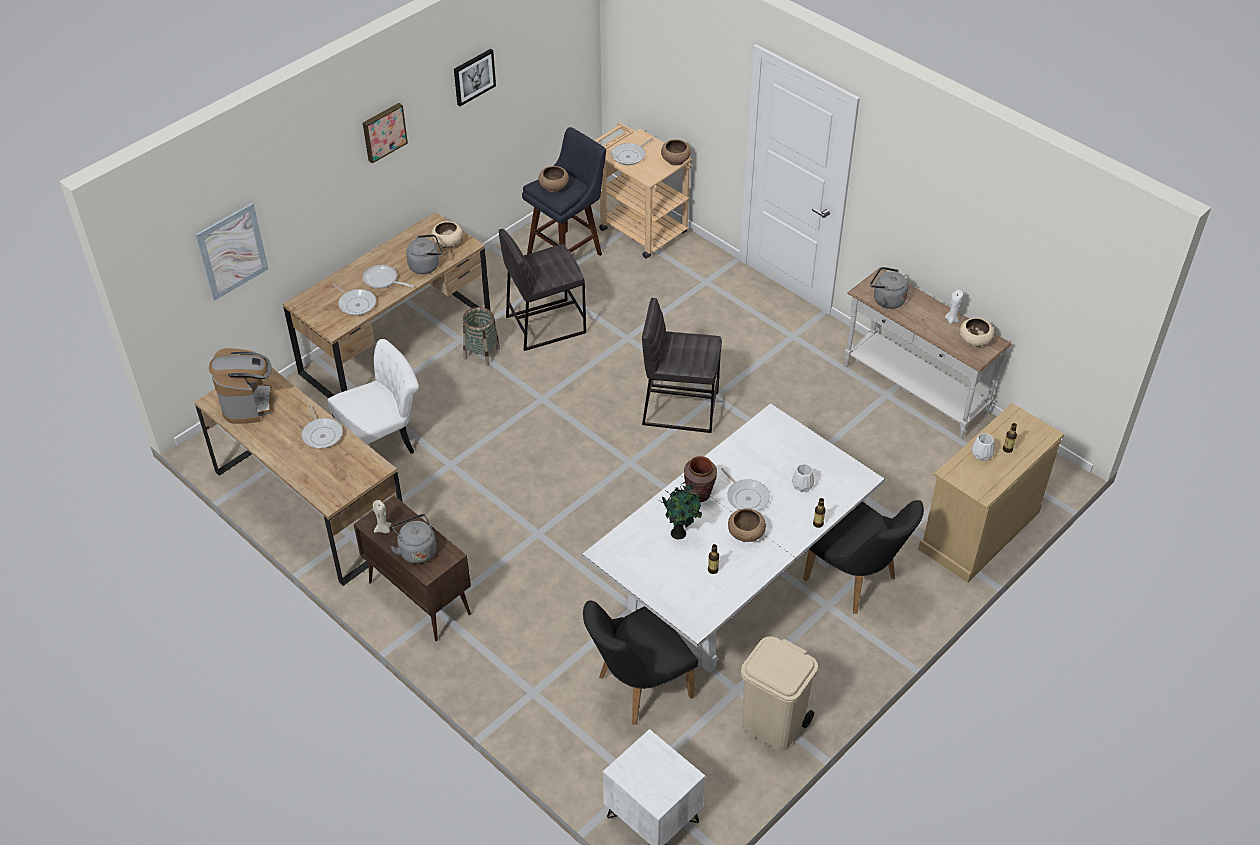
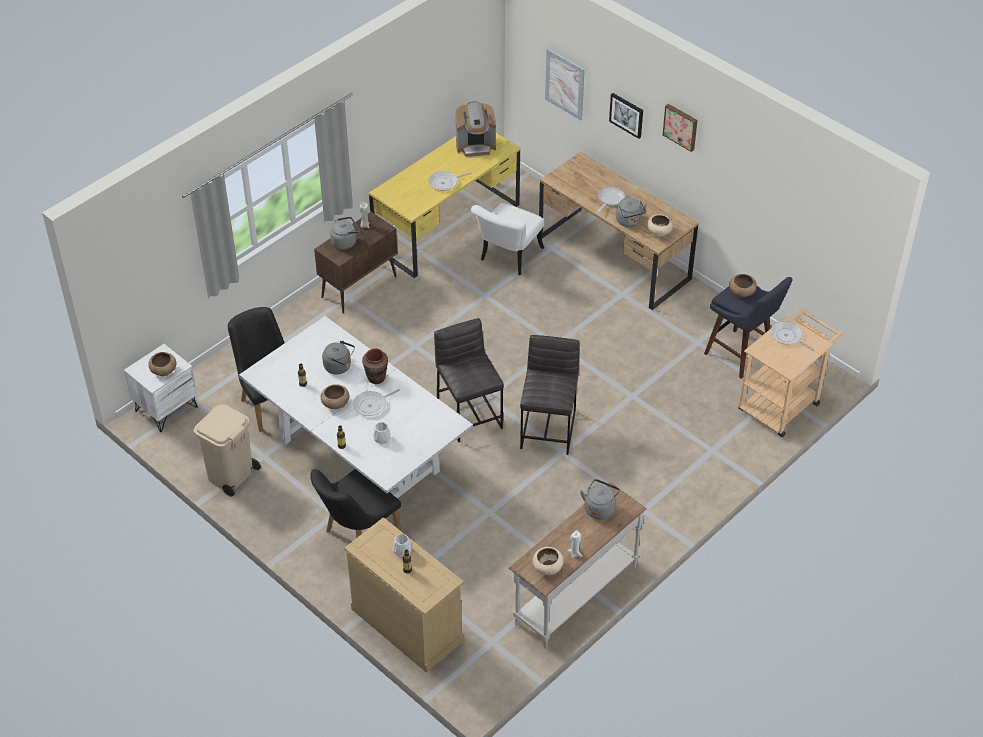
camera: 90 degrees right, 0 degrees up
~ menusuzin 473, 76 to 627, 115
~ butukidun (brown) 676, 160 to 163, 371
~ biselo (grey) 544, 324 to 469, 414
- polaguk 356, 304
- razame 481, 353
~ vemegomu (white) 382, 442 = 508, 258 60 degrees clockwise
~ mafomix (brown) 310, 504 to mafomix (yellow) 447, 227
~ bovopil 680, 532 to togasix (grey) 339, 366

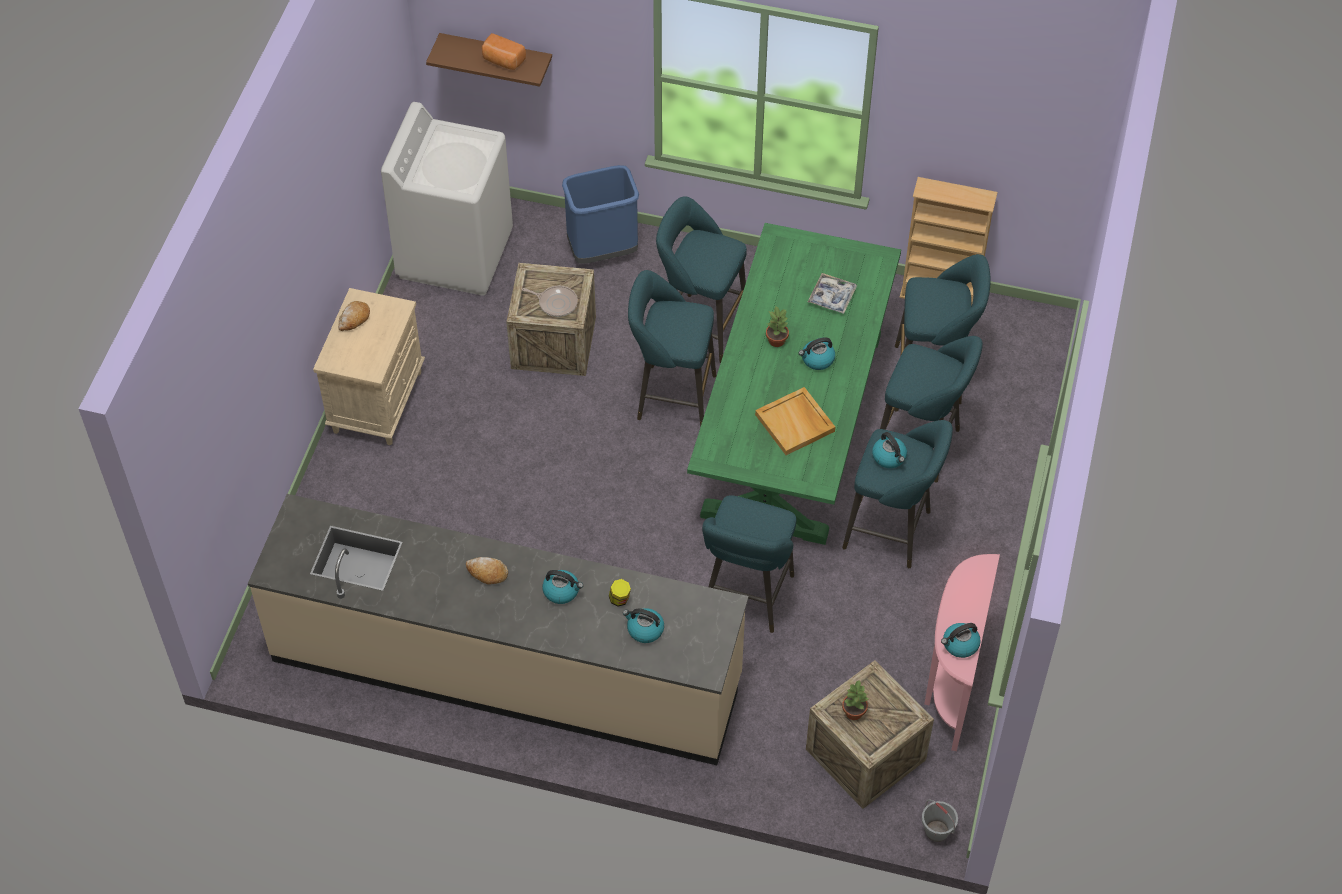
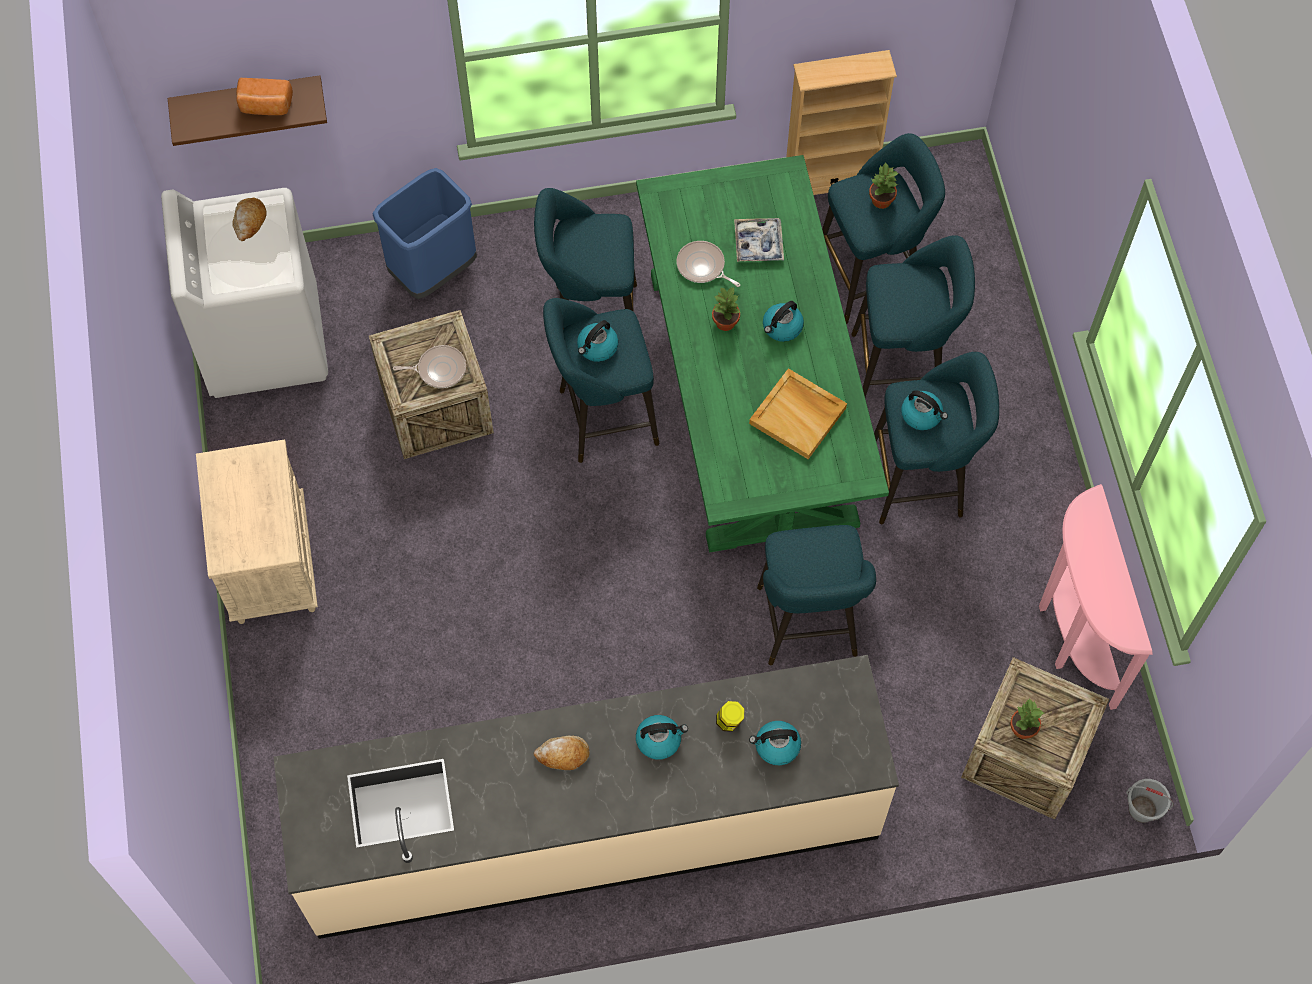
camera: 25 degrees left, 10 degrees up
~ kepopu 354, 319 to 249, 222
~ togasix 960, 645 to 597, 347
+ bovopil 881, 201
+ polaguk 702, 267

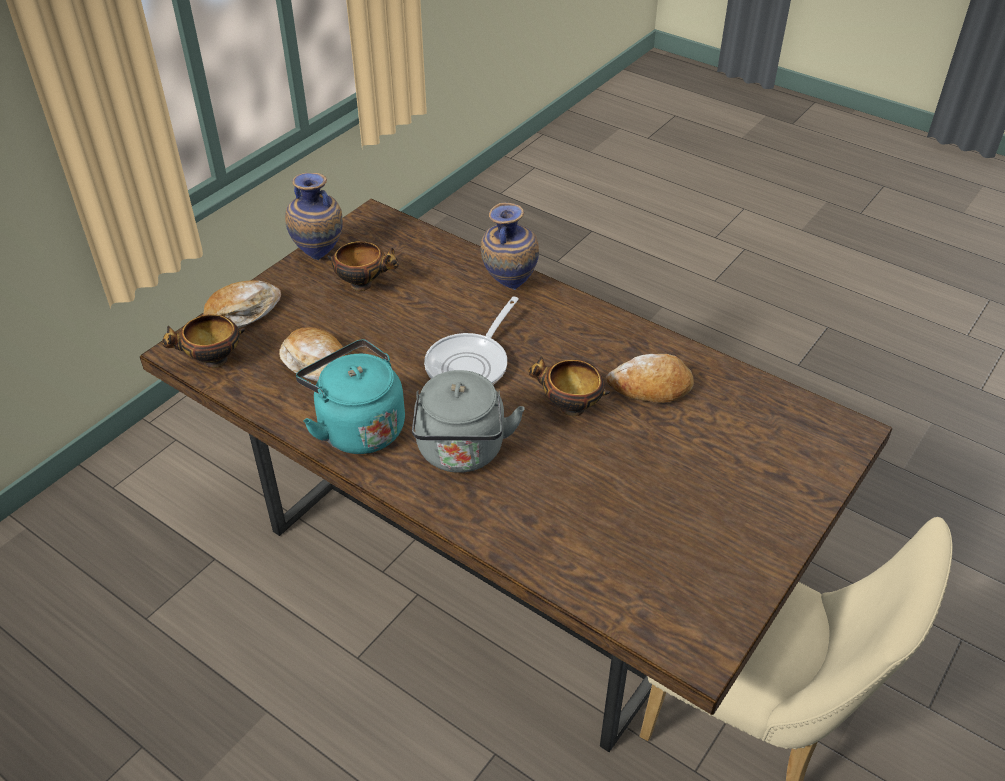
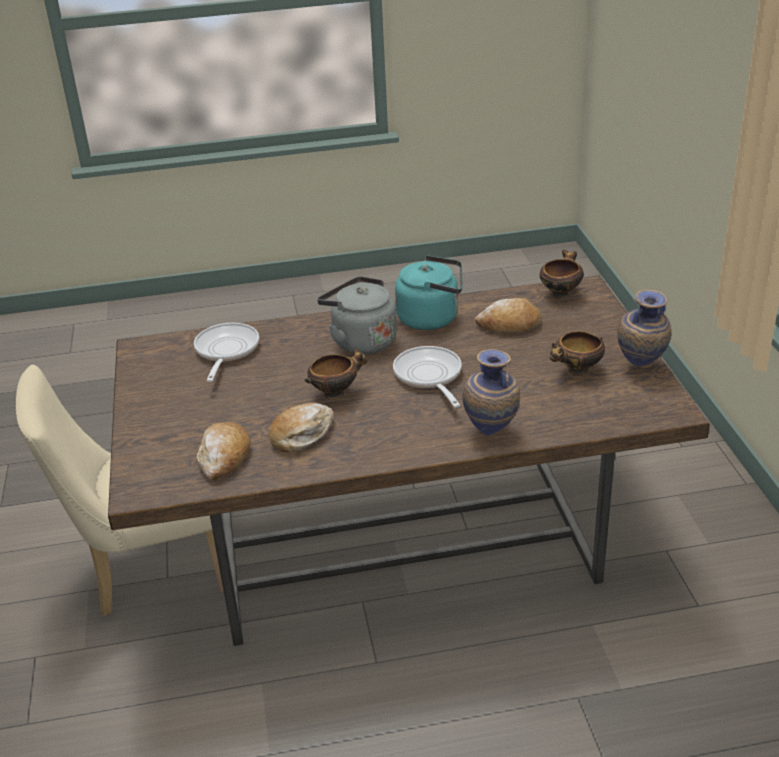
camera: 135 degrees right, 10 degrees down
~ kepopu 242, 313 to 224, 457
+ polaguk 225, 351

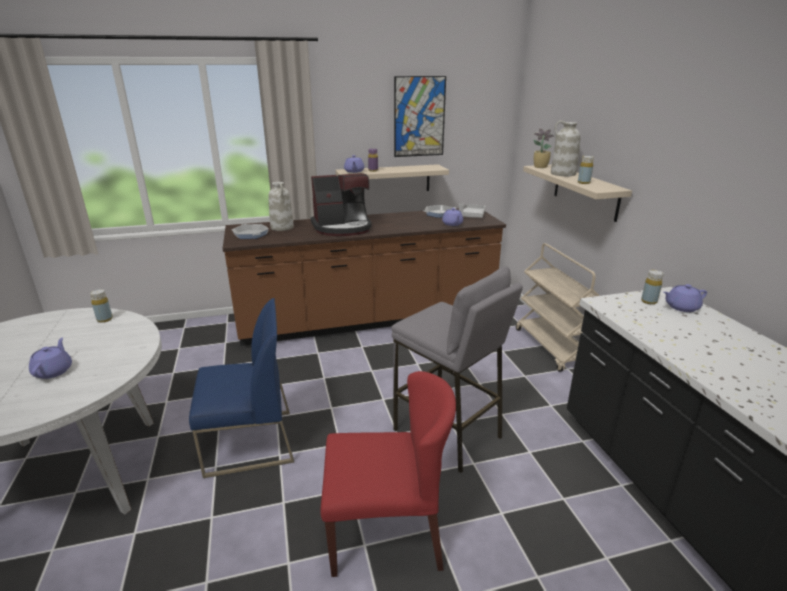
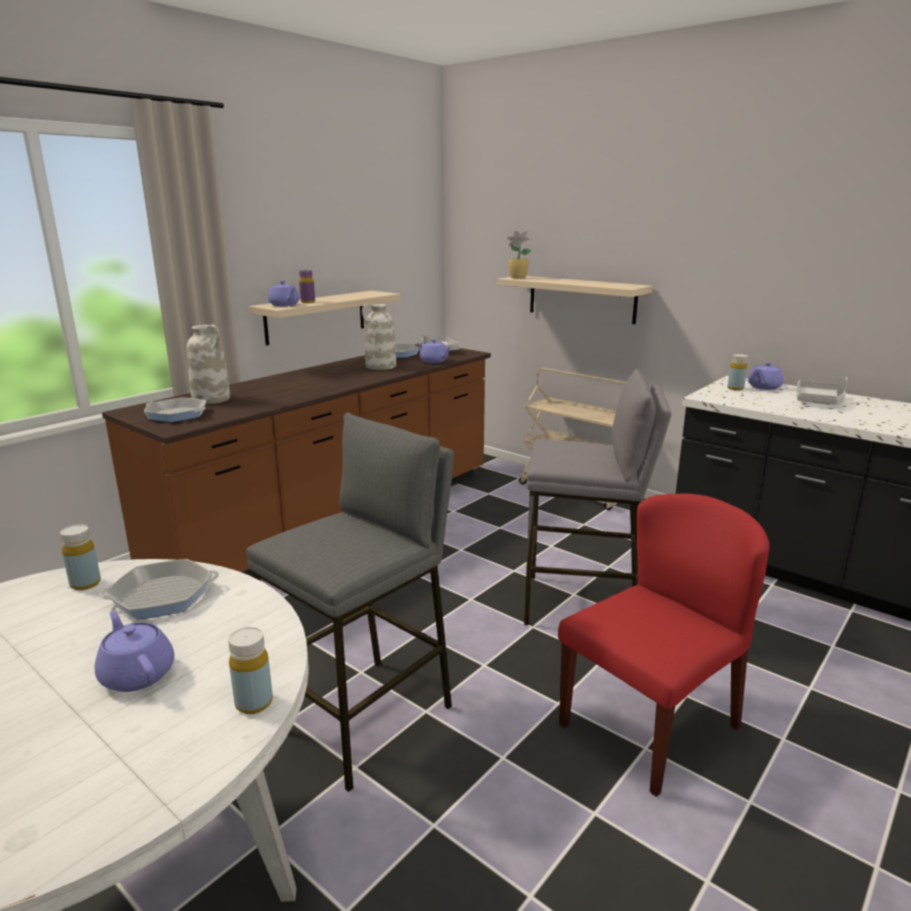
camera: 35 degrees left, 5 degrees down
- menusuzin 419, 117
~ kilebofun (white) 562, 174 to 380, 366
~ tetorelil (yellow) 583, 183 to 254, 703
- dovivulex 342, 228
~ vemegomu (blue) 249, 443 to biselo (grey) 365, 718
+ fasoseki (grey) 819, 401
+ polaguk 162, 596

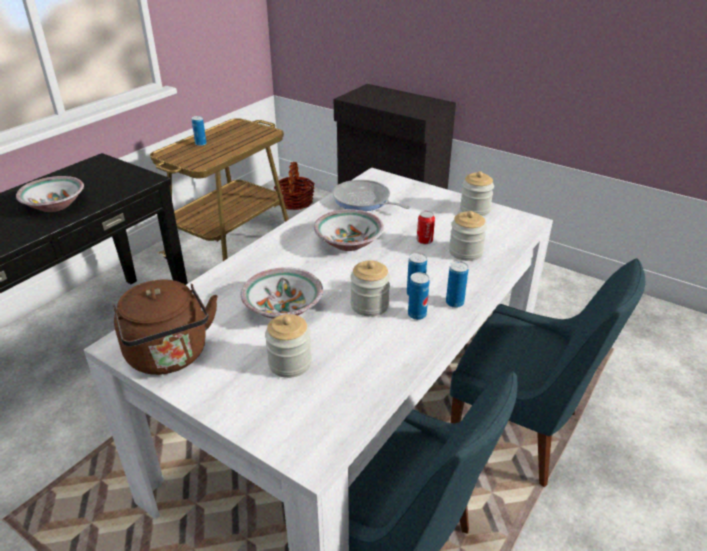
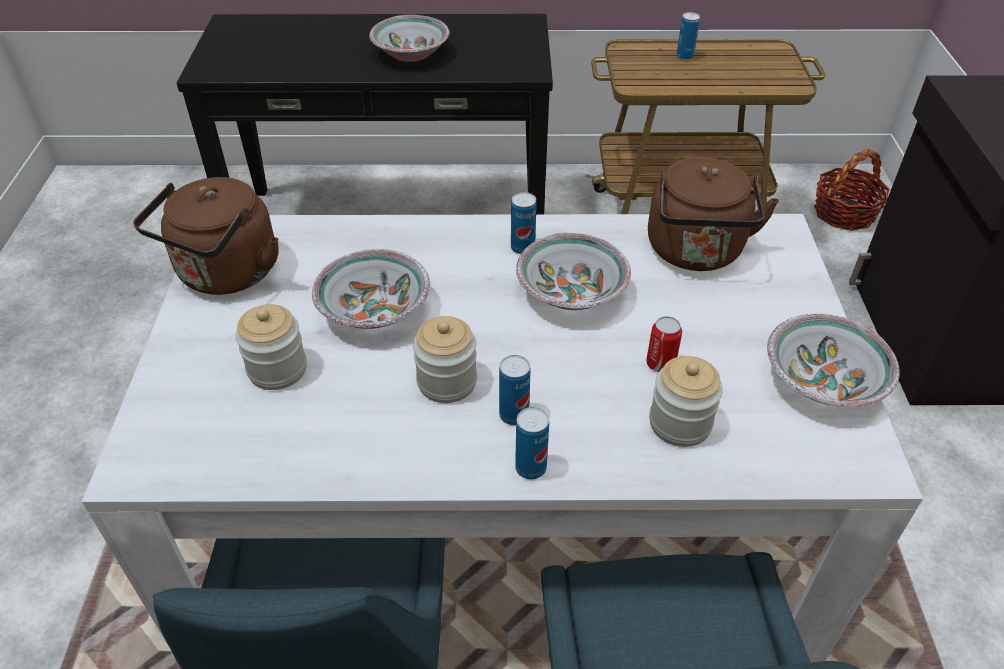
camera: 55 degrees right, 10 degrees up
~ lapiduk 475, 209 to butukidun 823, 380
~ polaguk 364, 201 to togasix (brown) 696, 253
~ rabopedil 417, 315 to 522, 248

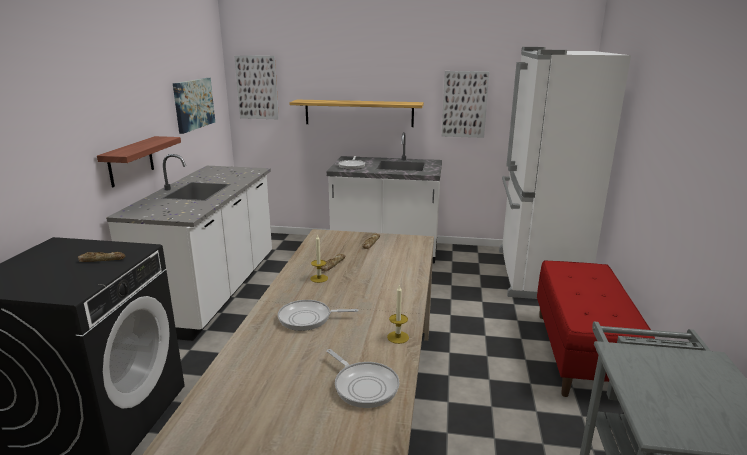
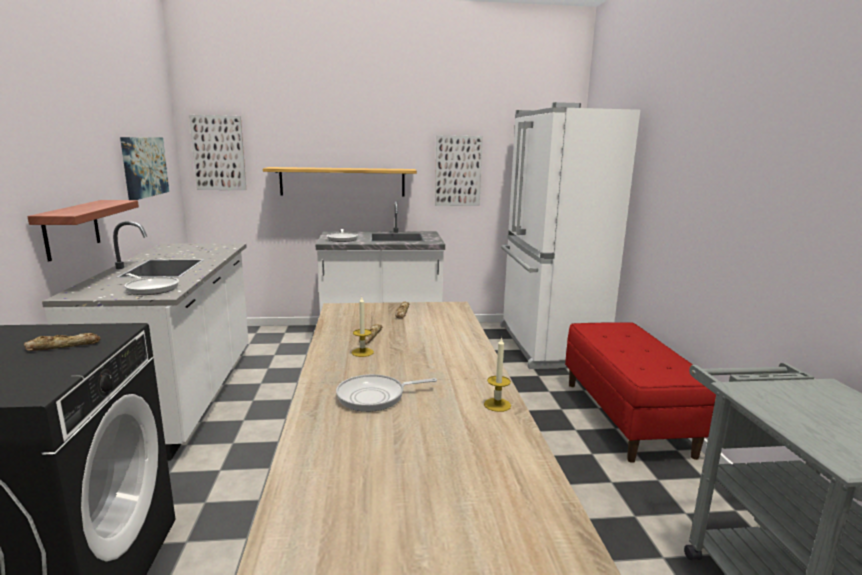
camera: 15 degrees left, 5 degrees down
~ polaguk 364, 386 to 151, 288

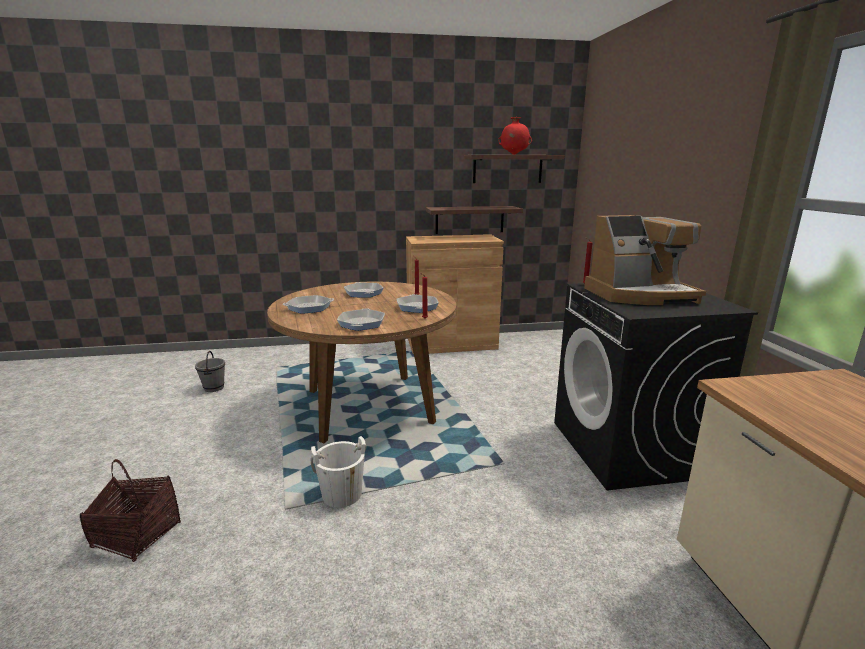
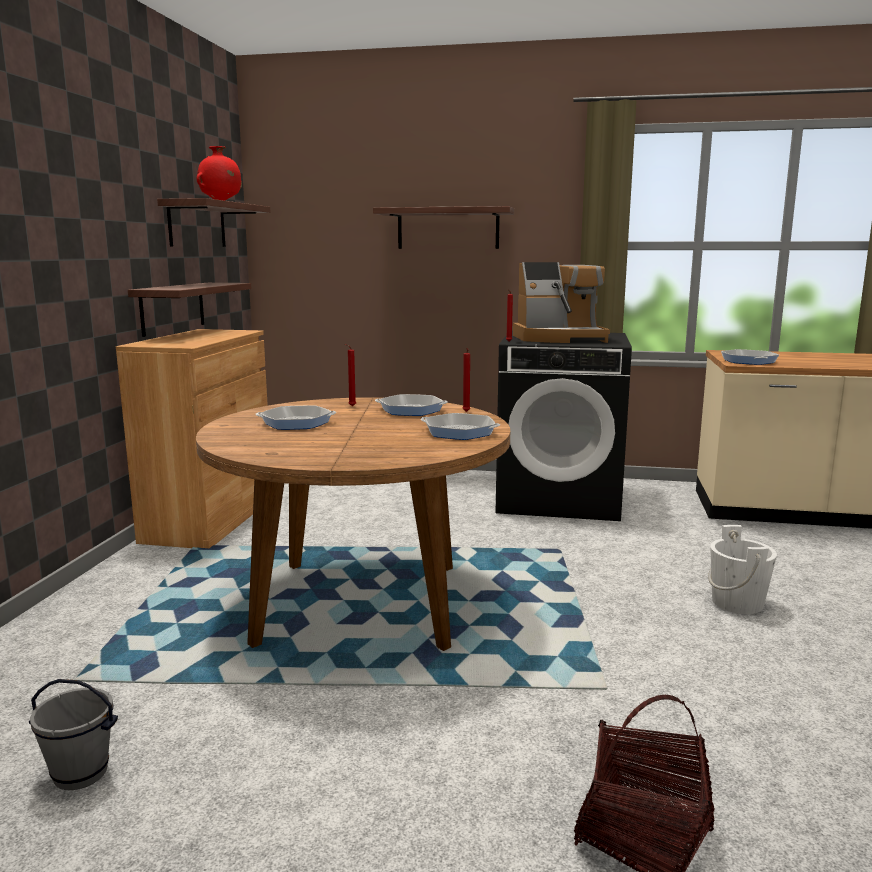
camera: 70 degrees left, 5 degrees down
~ dovivulex 640, 295 = 560, 338 75 degrees clockwise
~ polaguk 309, 308 to 748, 361
~ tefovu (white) 342, 494 to 737, 603
+ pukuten 448, 229

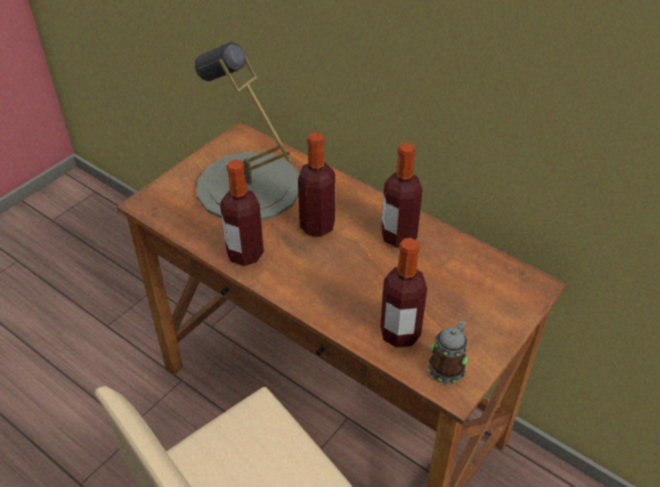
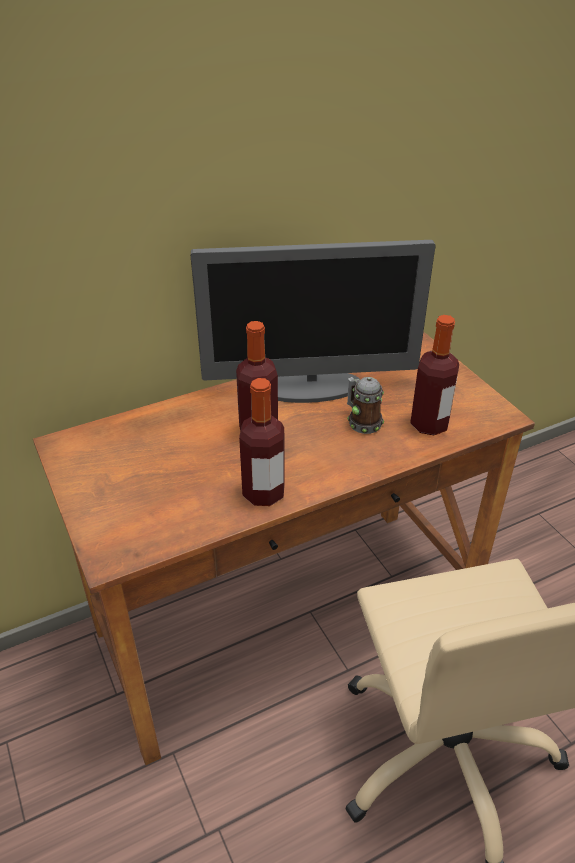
camera: 65 degrees left, 5 degrees down
- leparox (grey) 248, 187
~ tetorelil 398, 237 to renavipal 310, 387
~ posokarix 448, 366 to 362, 421

